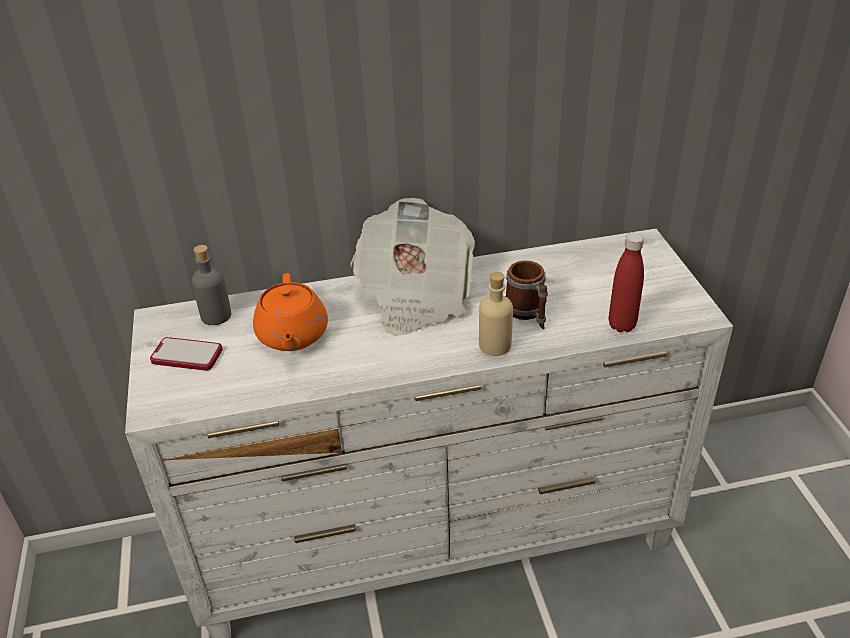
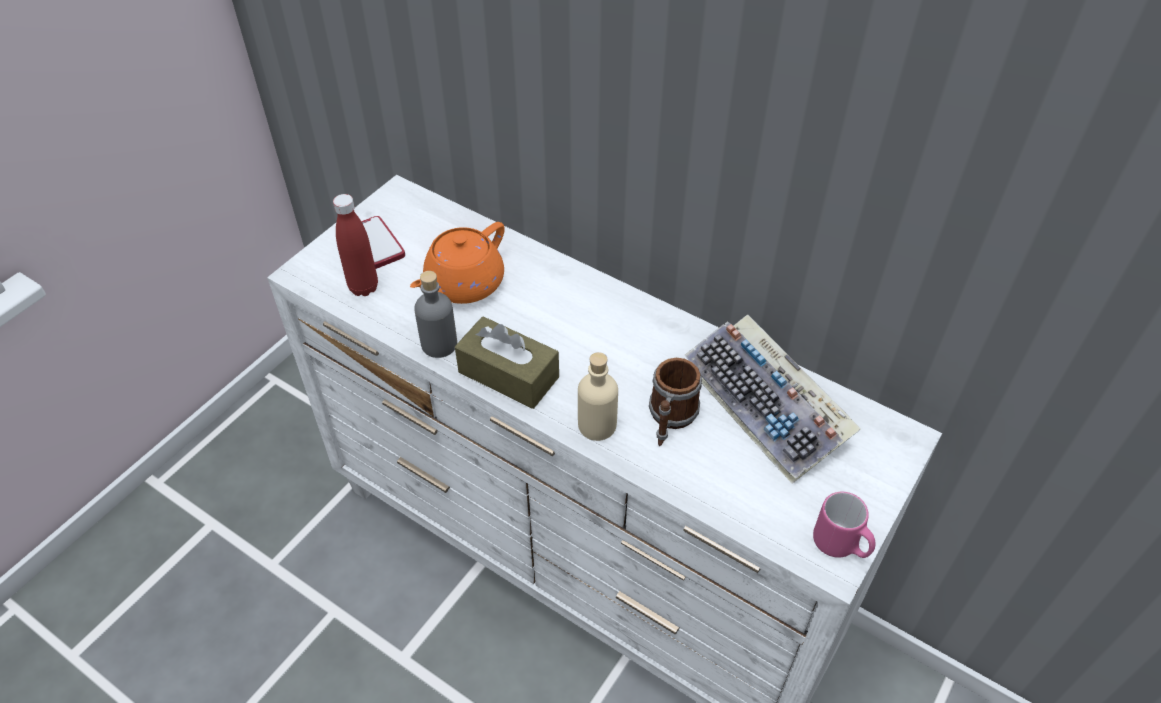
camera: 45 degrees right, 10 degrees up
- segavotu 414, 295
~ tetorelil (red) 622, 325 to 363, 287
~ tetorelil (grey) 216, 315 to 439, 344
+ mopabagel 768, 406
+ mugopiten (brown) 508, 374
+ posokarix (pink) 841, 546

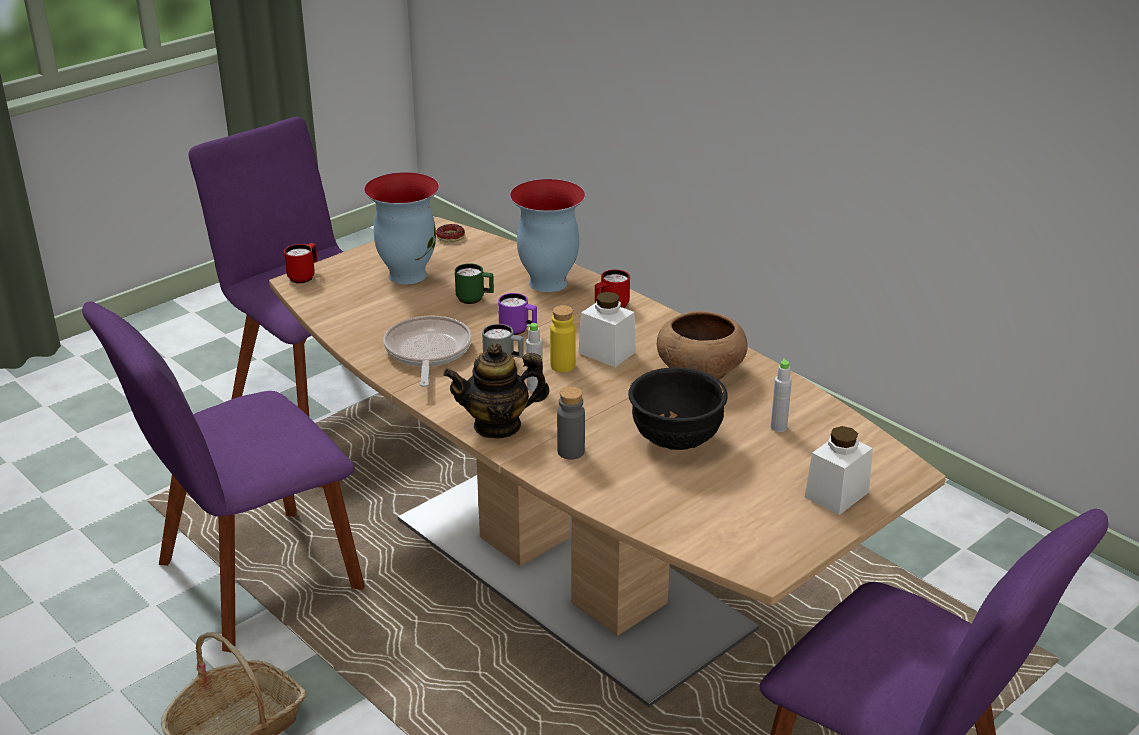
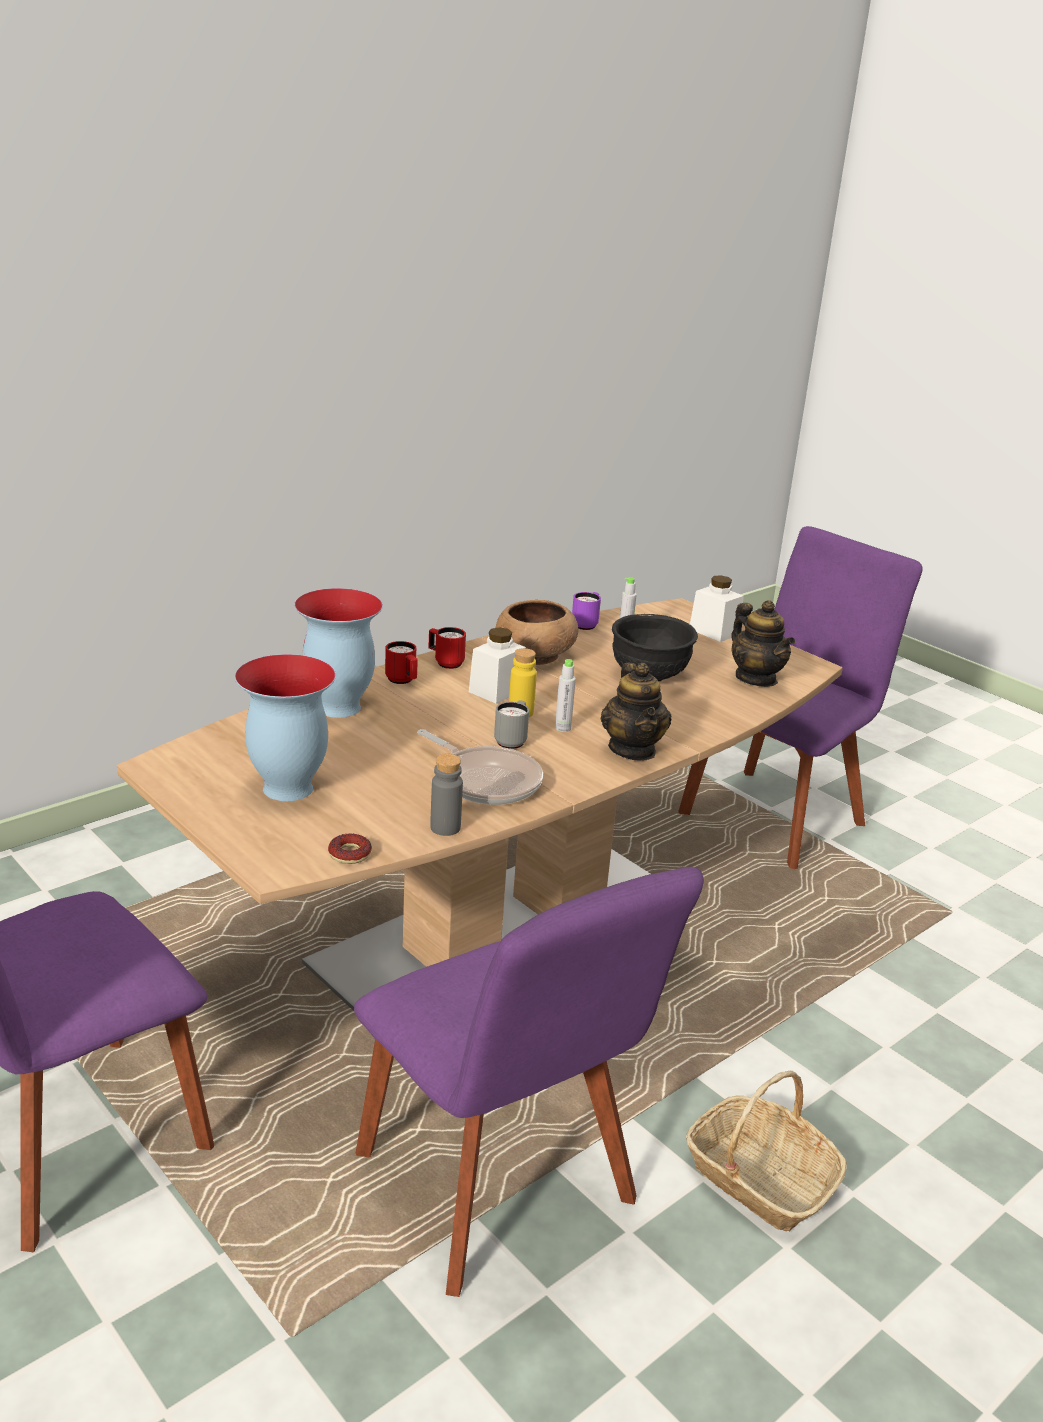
camera: 90 degrees left, 5 degrees down
~ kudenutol 450, 237 to 350, 854
~ posokarix (red) 304, 276 to 445, 662
- posokarix (green) 475, 299
~ posokarix (purple) 518, 330 to 586, 624
~ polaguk 427, 352 = 485, 781 135 degrees counterclockwise
~ tetorelil (grey) 571, 451 to 445, 828
+ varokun 756, 678

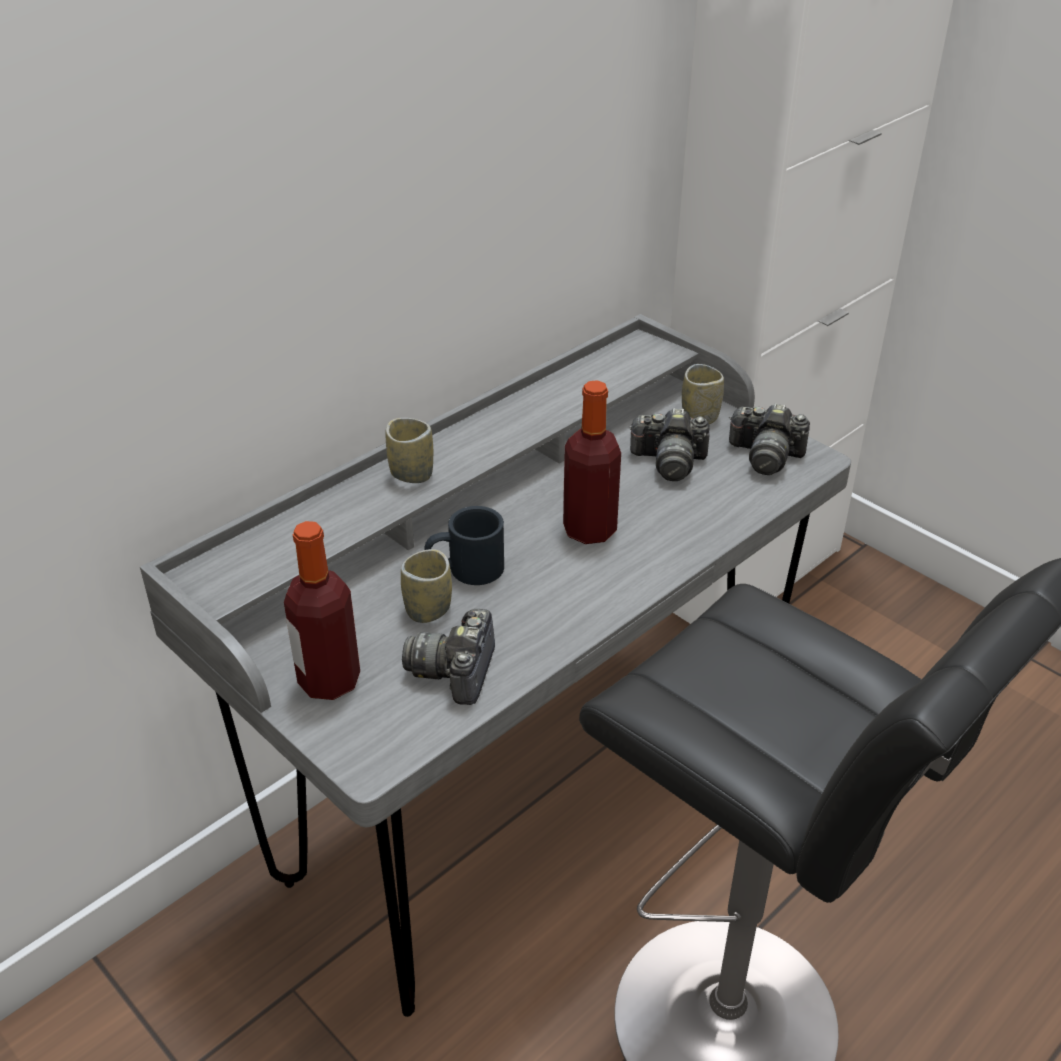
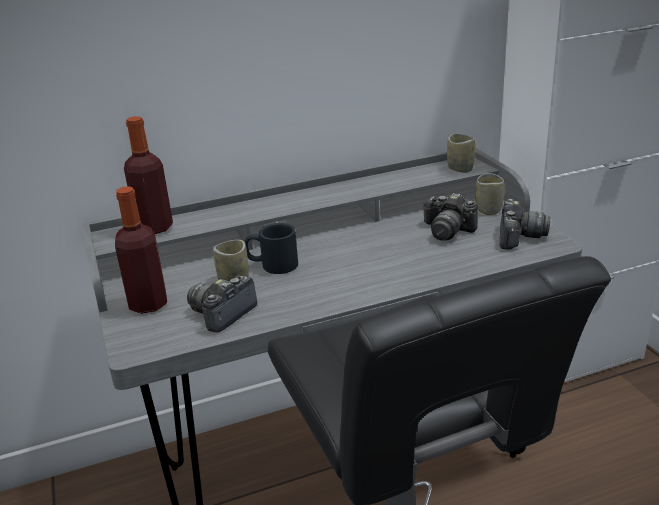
camera: 25 degrees right, 10 degrees down
~ tetorelil 589, 530 to 155, 228
~ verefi 765, 456 = 518, 237 120 degrees counterclockwise
~ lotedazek 411, 474 to 460, 169

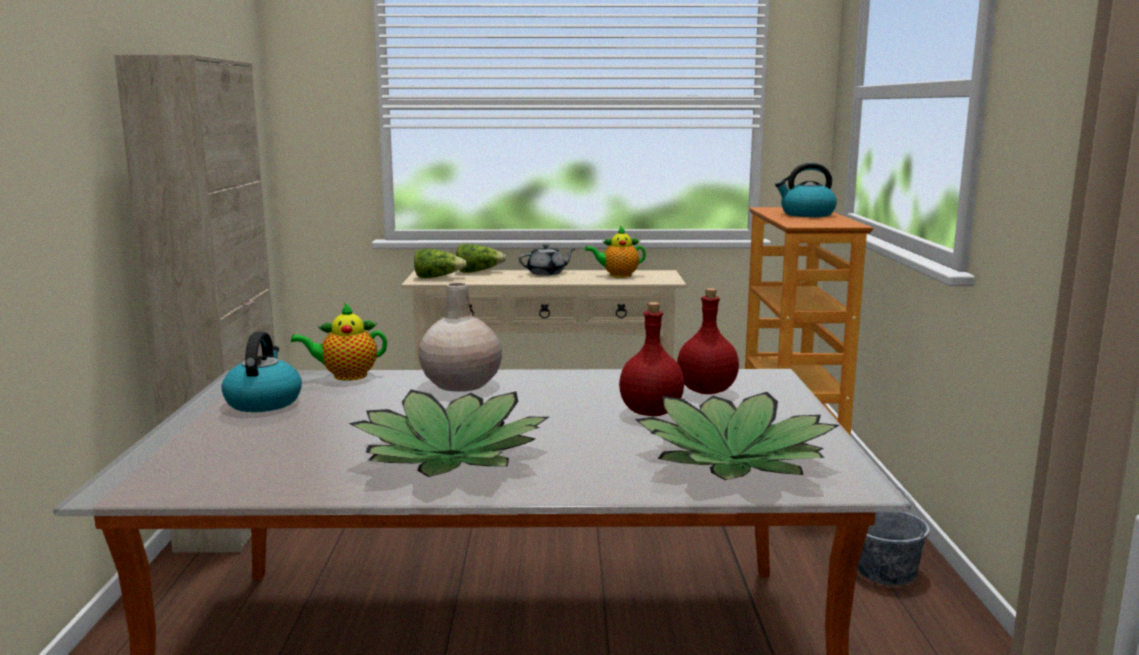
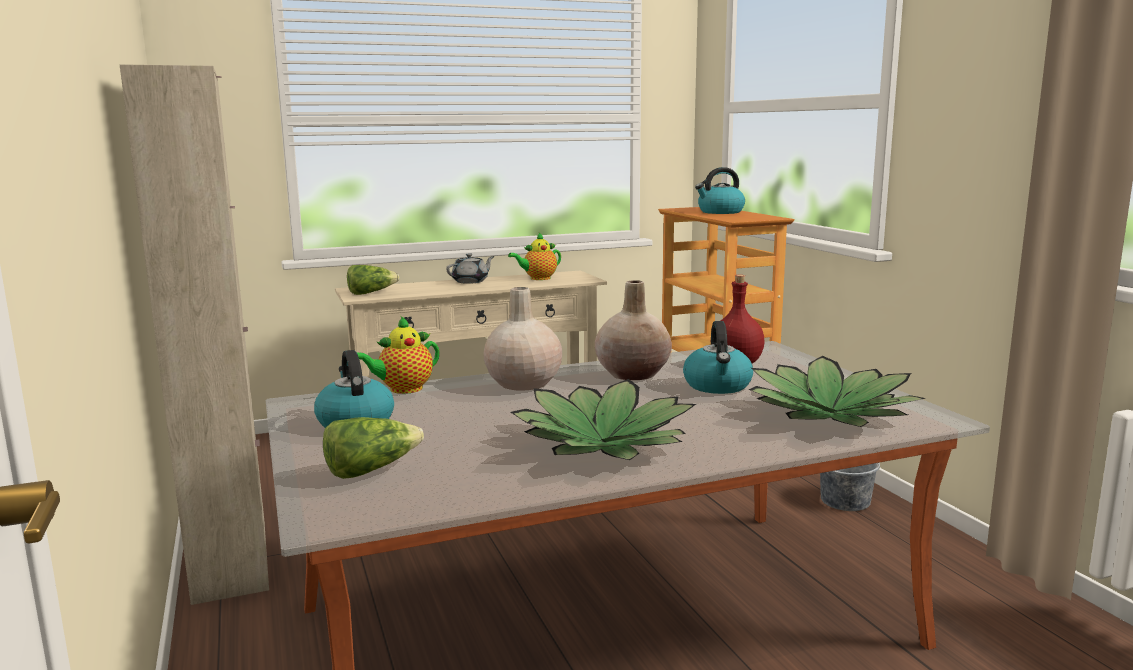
camera: 20 degrees left, 0 degrees up
~ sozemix 478, 271 to 371, 470
~ tetorelil (red) 651, 412 to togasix 718, 386
+ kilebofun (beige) 633, 374

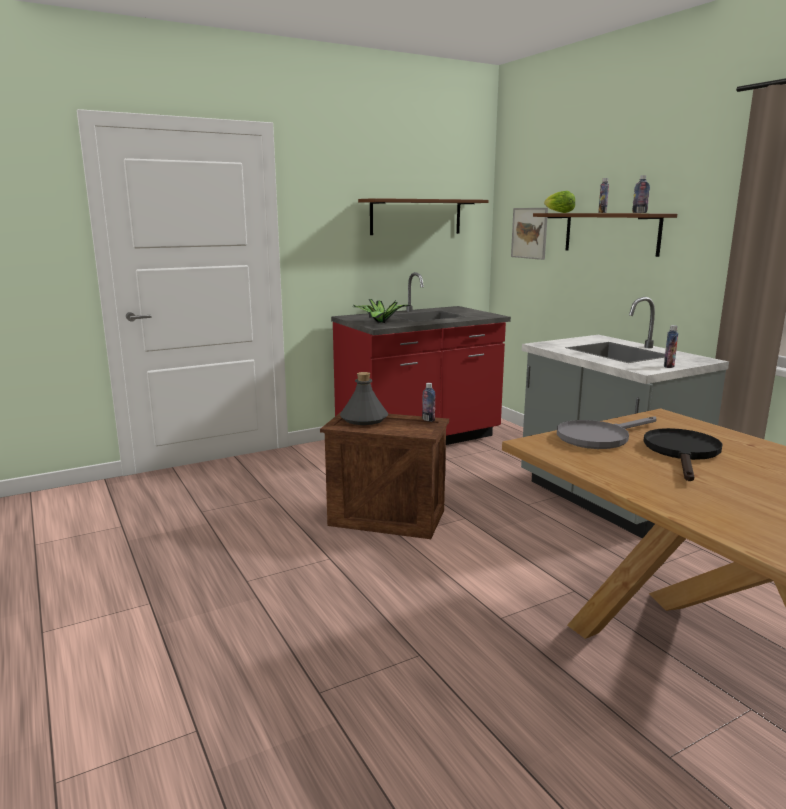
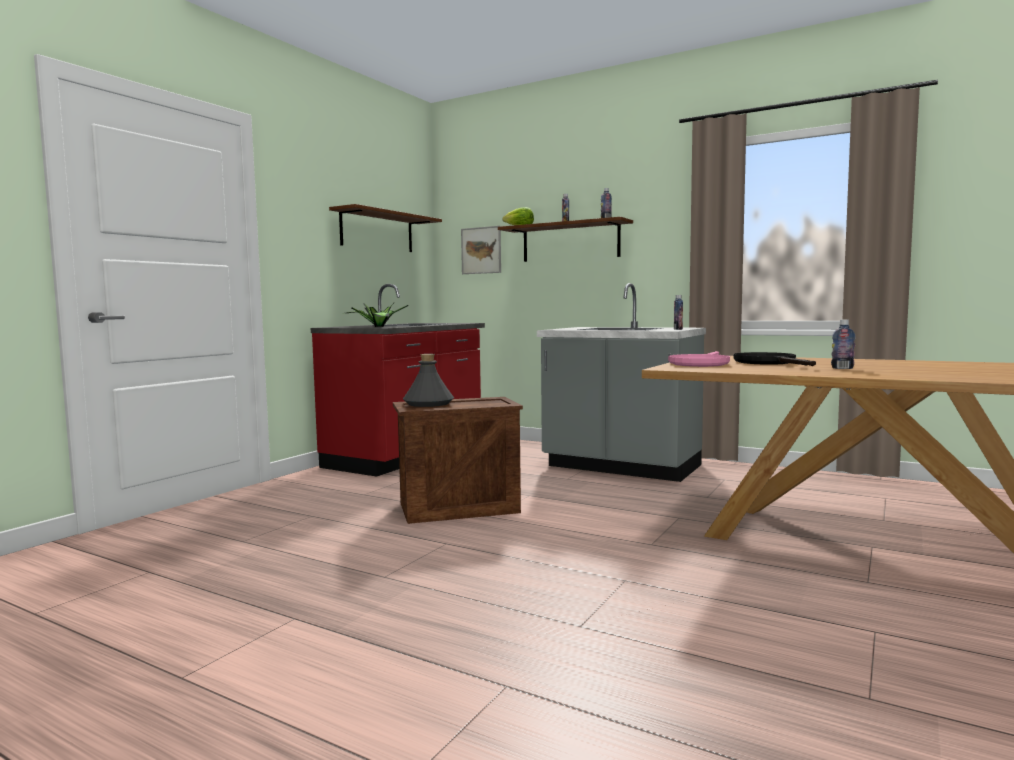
camera: 30 degrees left, 10 degrees down
~ tetorelil 428, 420 to 842, 368
~ polaguk (grey) 599, 437 to polaguk (pink) 700, 363

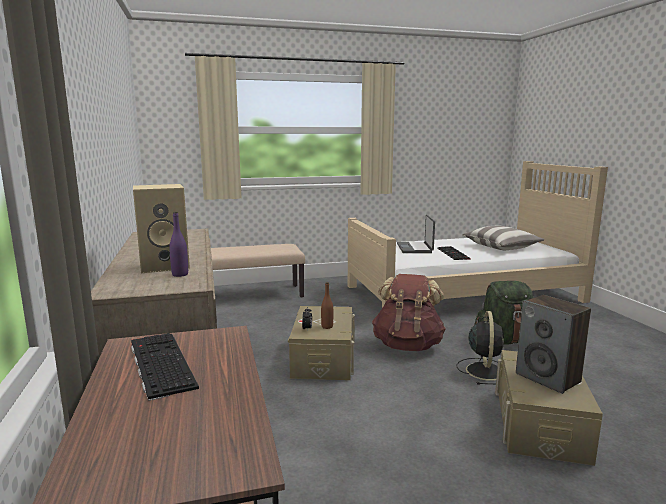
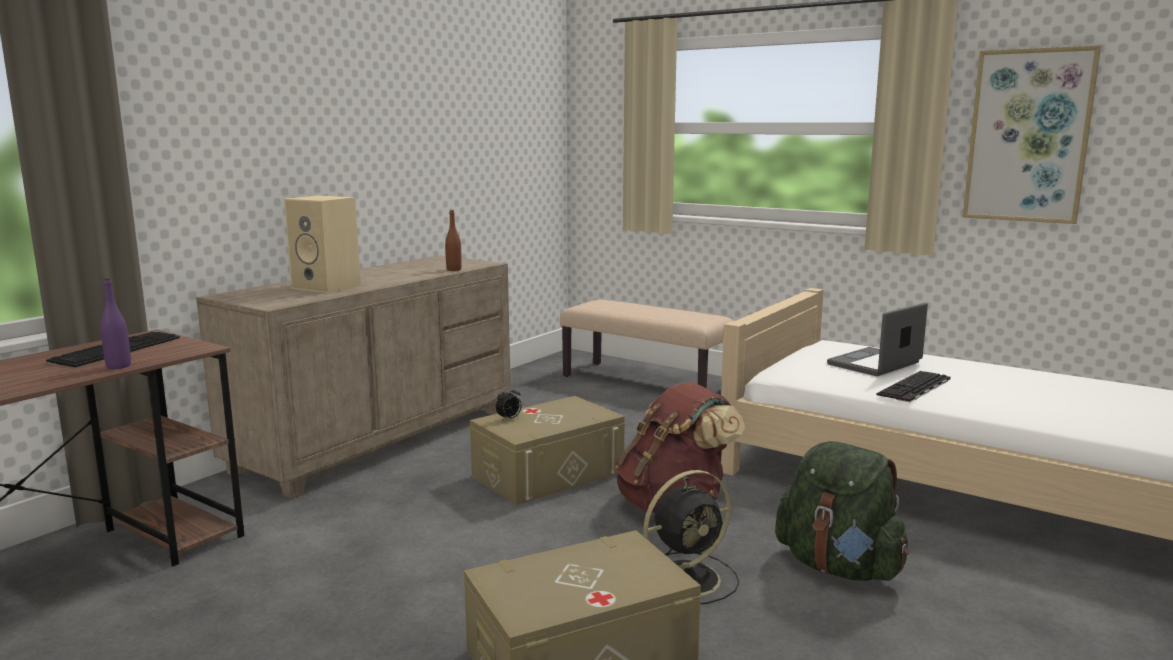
camera: 50 degrees right, 0 degrees up
~ tetorelil (purple) 180, 274 to 118, 366
- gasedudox 501, 247
~ tetorelil (brown) 327, 327 to 454, 269
- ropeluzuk 548, 378
+ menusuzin 1028, 136

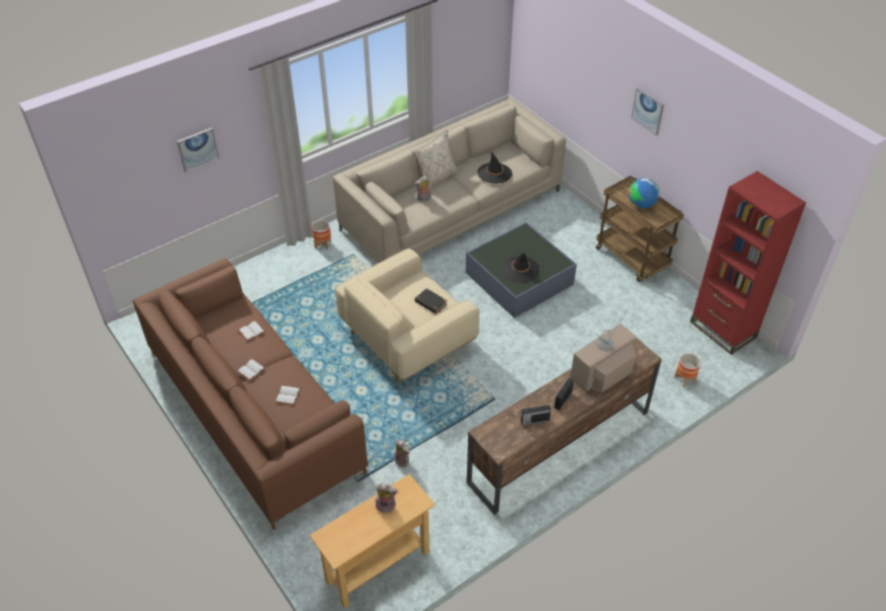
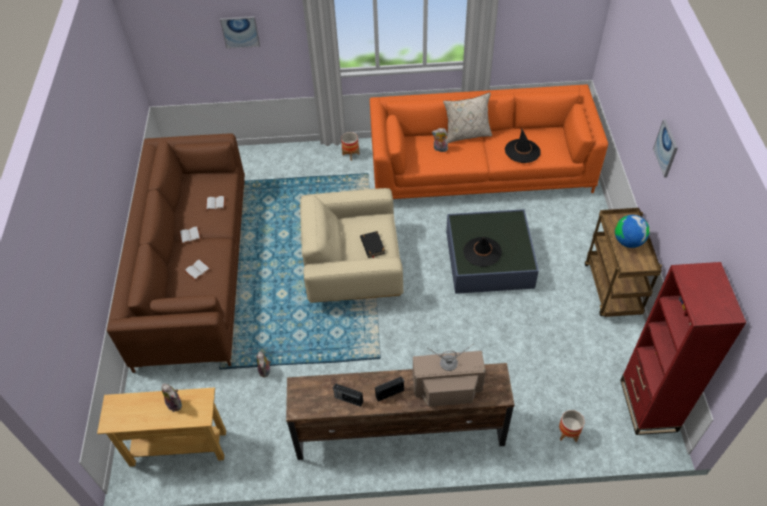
camera: 35 degrees right, 5 degrees up
~ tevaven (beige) 452, 210 to tevaven (orange) 480, 170

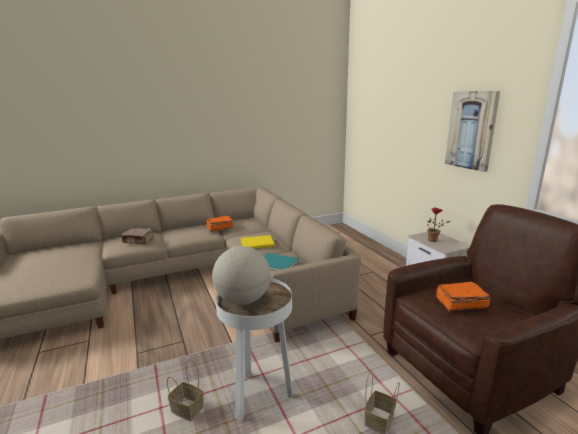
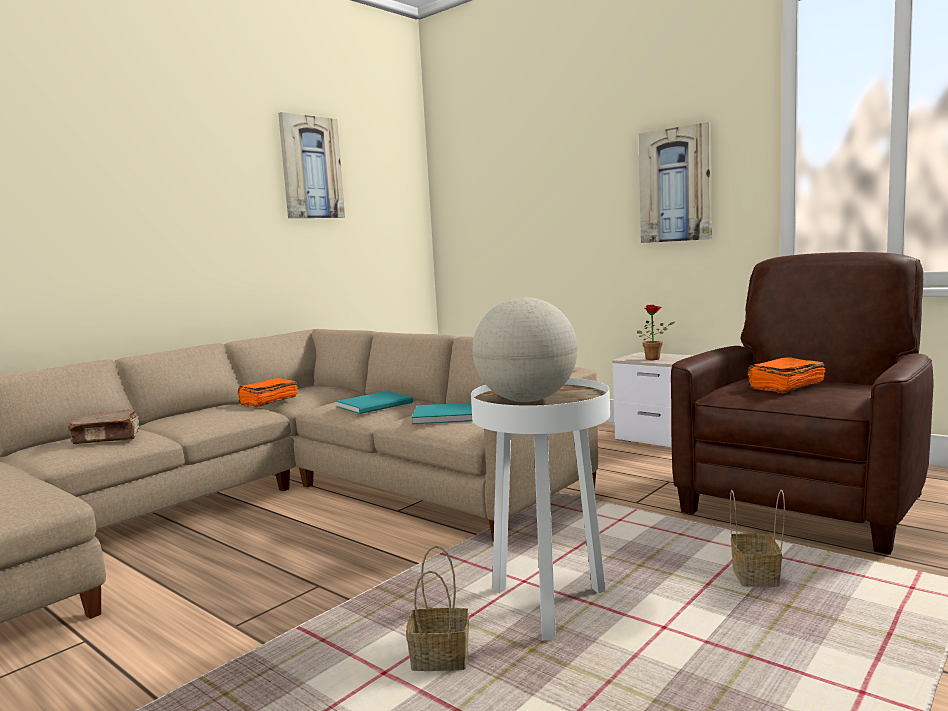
camera: 25 degrees left, 10 degrees down
~ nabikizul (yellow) 258, 244 to nabikizul (turquoise) 377, 405
+ menusuzin 311, 167

